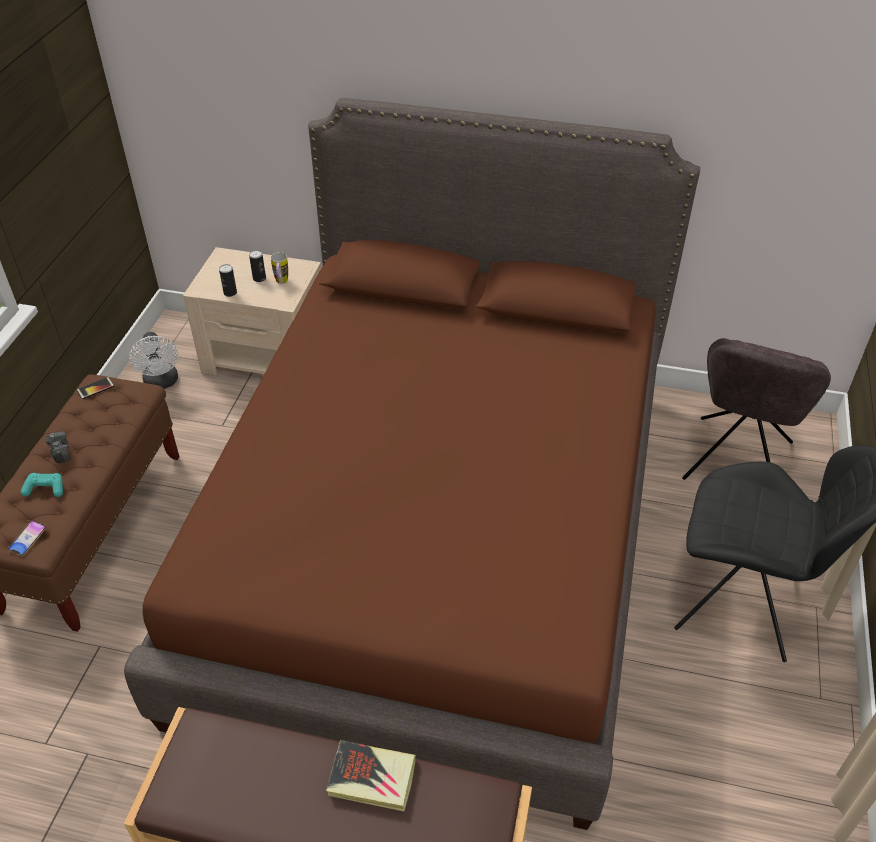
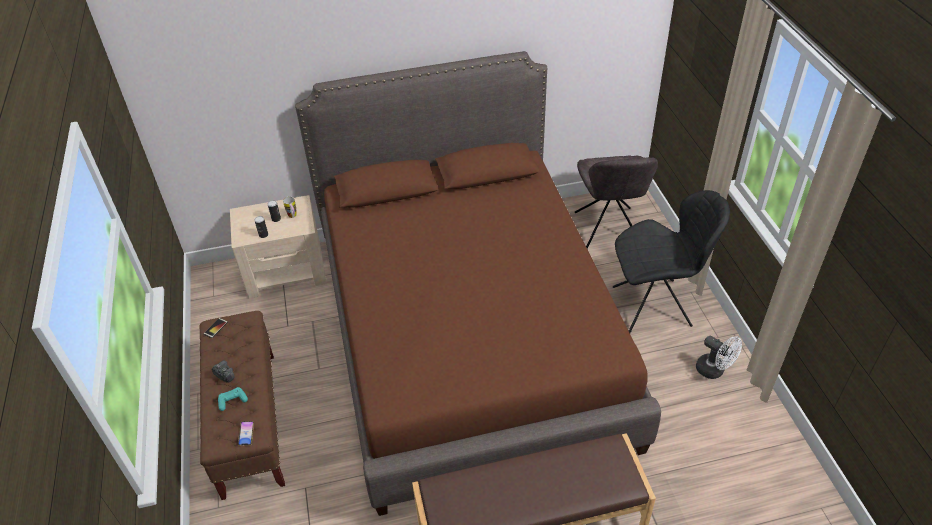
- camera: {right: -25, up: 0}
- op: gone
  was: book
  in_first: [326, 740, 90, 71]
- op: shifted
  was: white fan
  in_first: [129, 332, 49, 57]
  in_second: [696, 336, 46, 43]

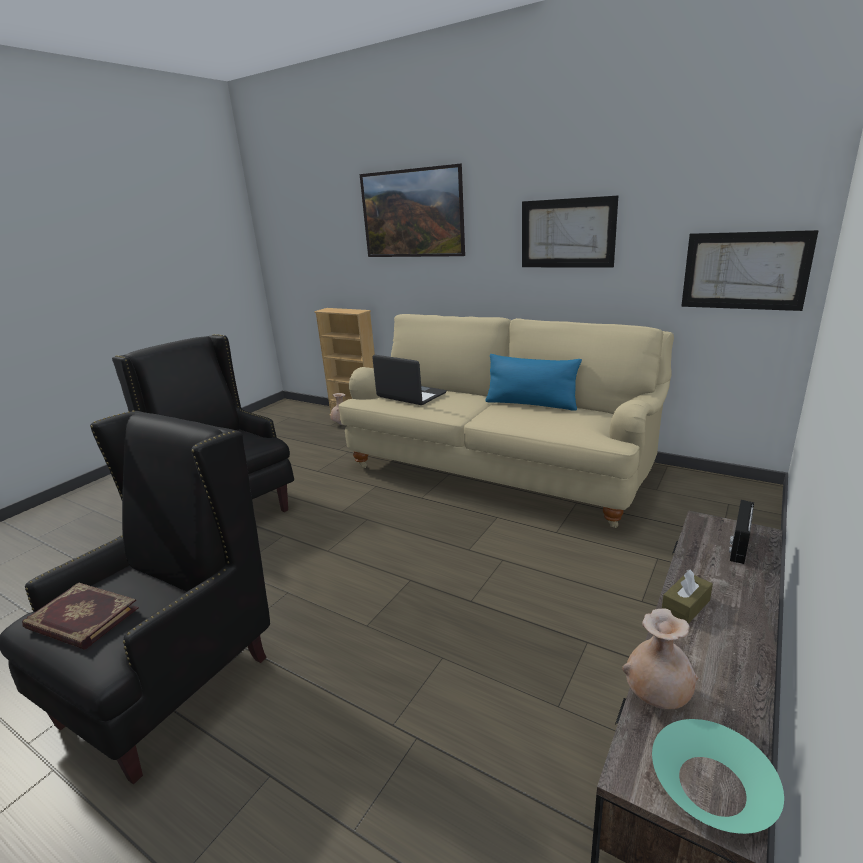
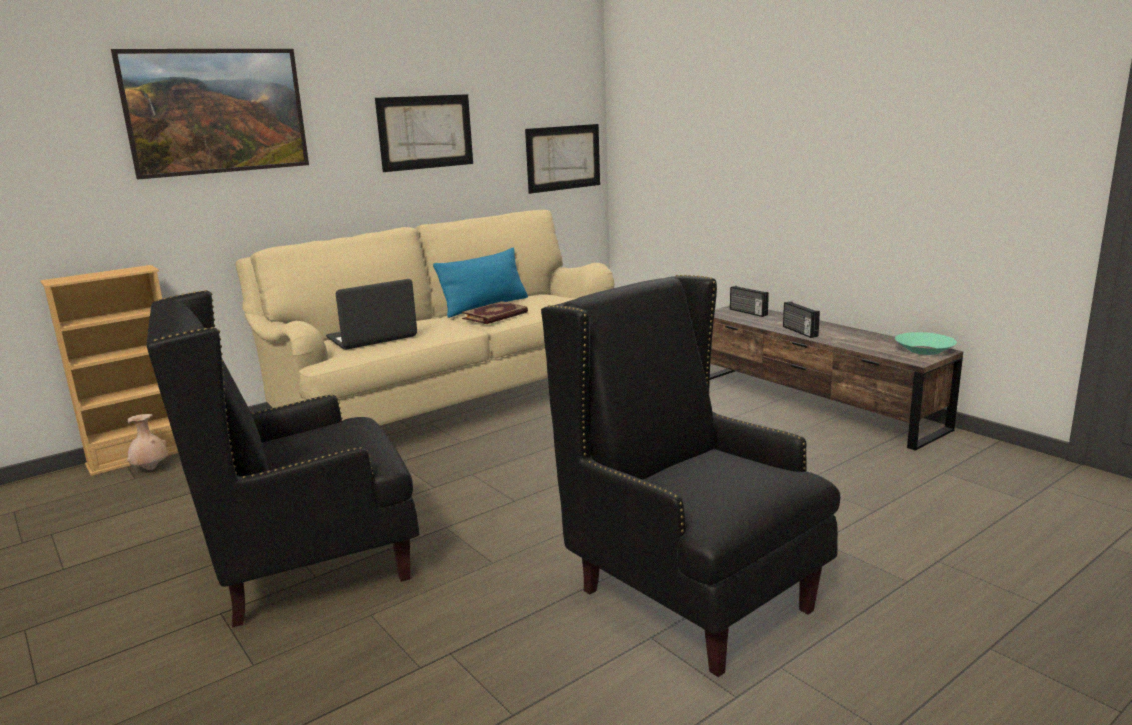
- camera: {right: -70, up: -5}
- op: gone
  was: beige vase
  in_first: [622, 608, 77, 101]
- op: shifted
  was: book
  in_first: [22, 582, 117, 68]
  in_second: [462, 301, 66, 23]
- op: swapped
  was: brown tissue box
  now: radio
  in_first: [662, 570, 51, 54]
  in_second: [783, 301, 37, 37]

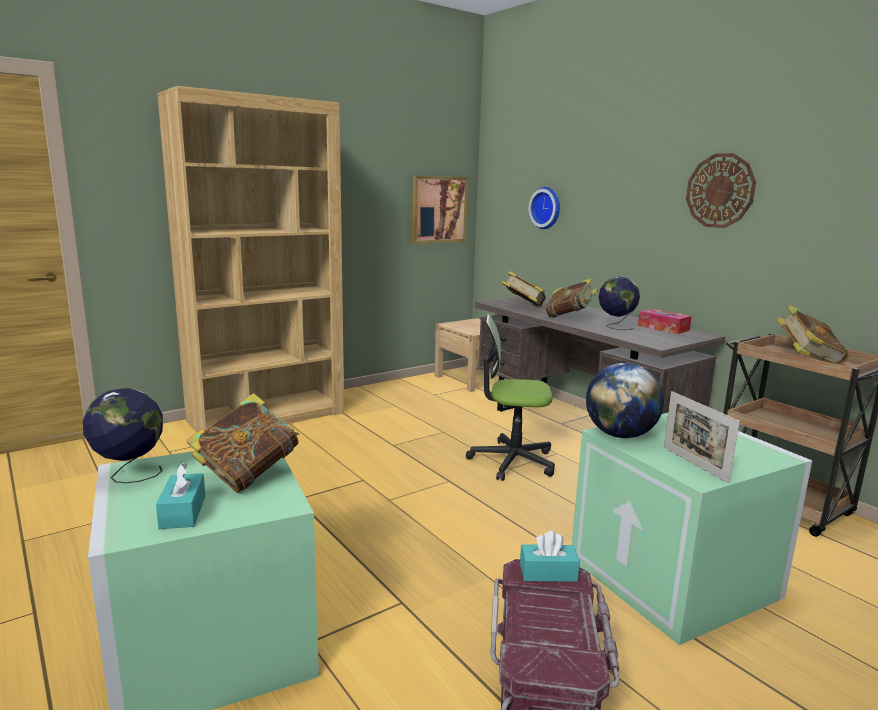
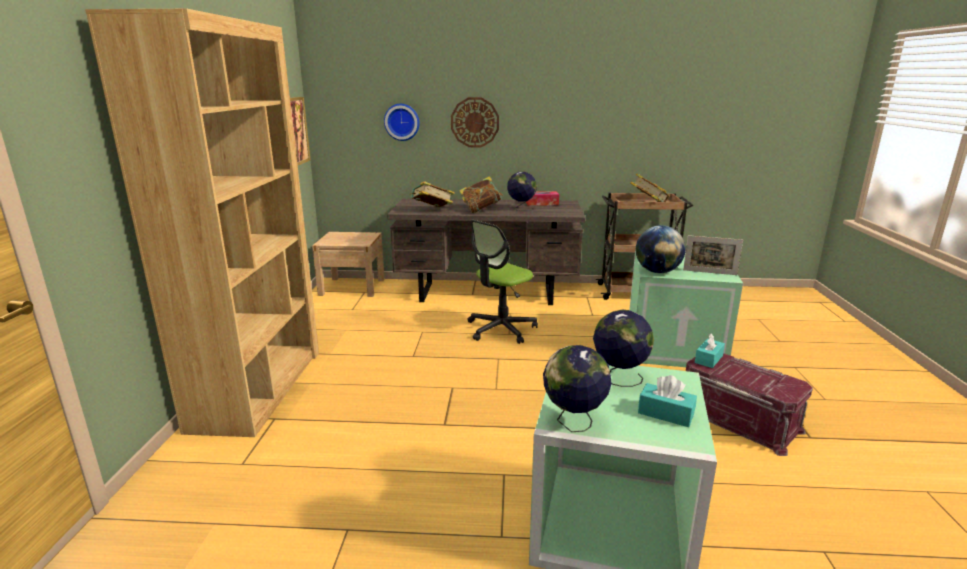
- camera: {right: -50, up: 5}
- op: shifted
  was: wall clock
  in_first: [686, 153, 70, 75]
  in_second: [451, 97, 48, 50]
- op: swapped
  was: book
  now: globe
  in_first: [186, 393, 113, 100]
  in_second: [593, 310, 61, 77]

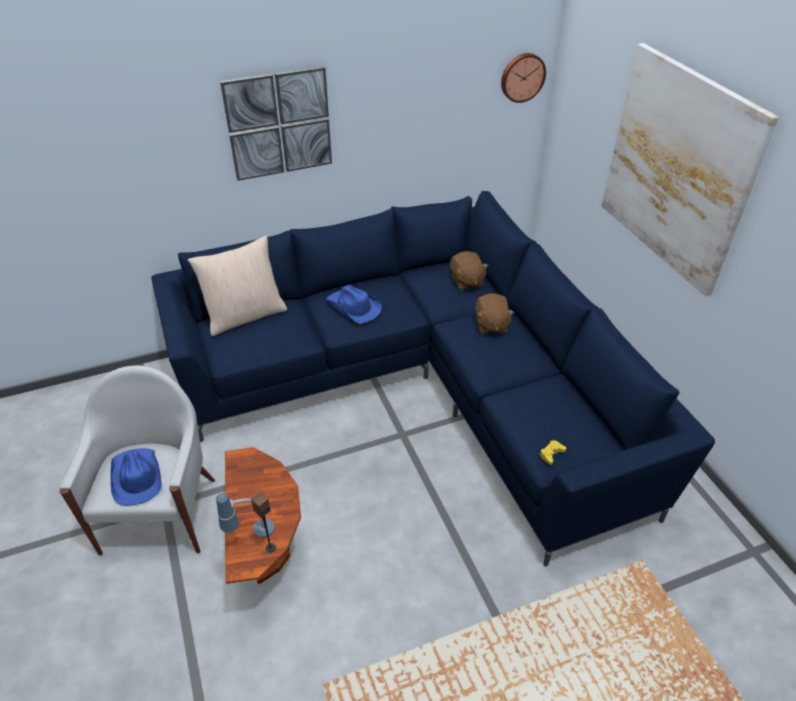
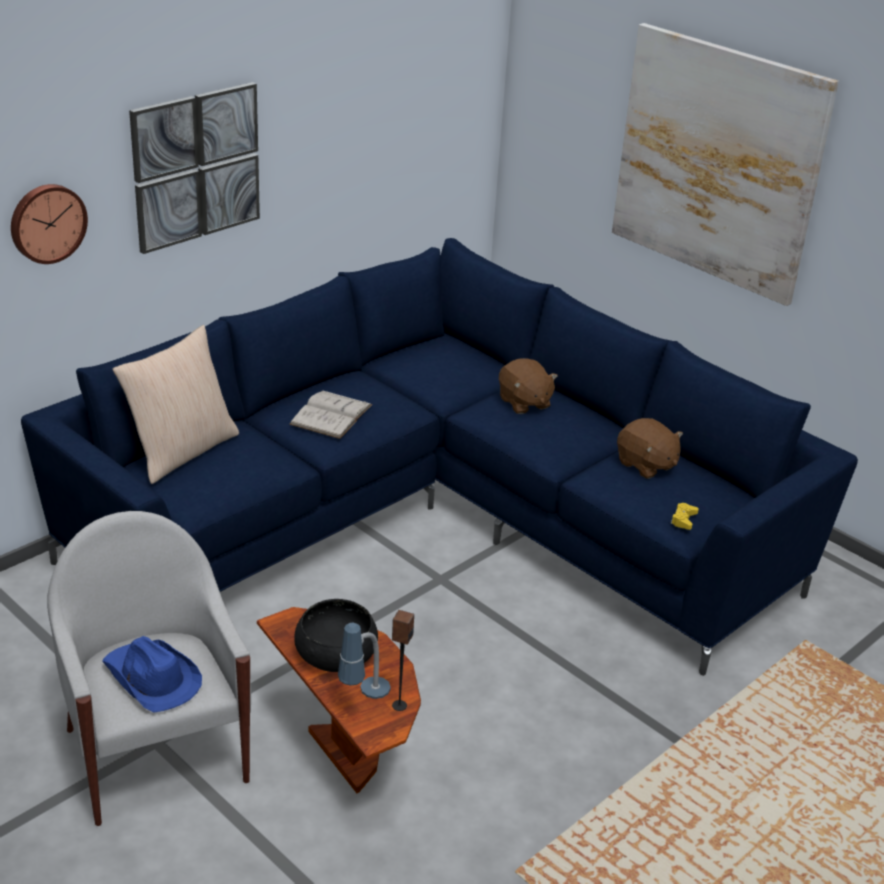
- camera: {right: -25, up: -10}
- op: new
  now: black bowl
  in_second: [294, 599, 84, 73]
- op: shifted
  was: brown plush toy
  in_first: [450, 251, 39, 39]
  in_second: [617, 418, 66, 61]
- op: shifted
  was: wall clock
  in_first: [501, 53, 45, 50]
  in_second: [11, 184, 77, 80]
- op: swapped
  was: blue hat
  now: white book
  in_first: [326, 285, 56, 39]
  in_second: [289, 391, 84, 48]

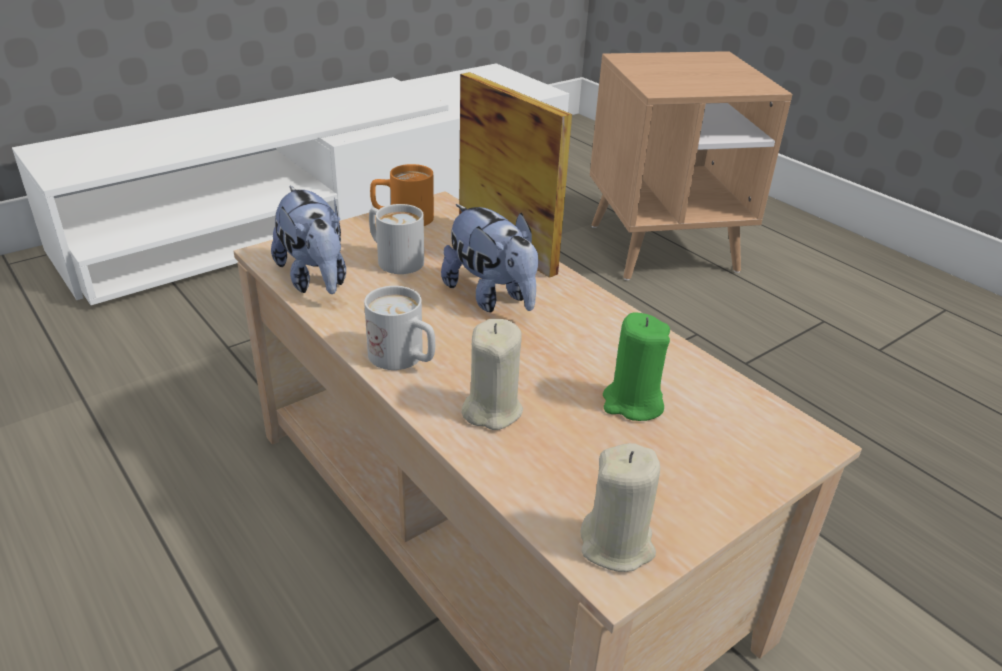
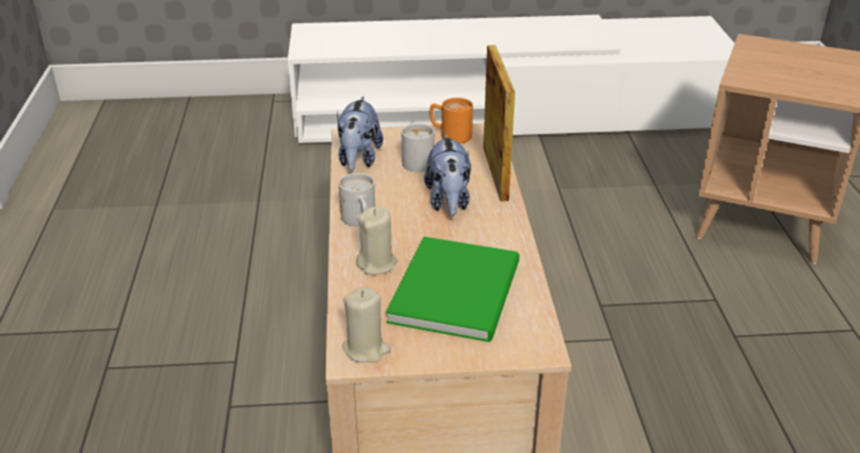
- camera: {right: 35, up: 0}
- op: swapped
  was: green candle
  now: green book
  in_first: [603, 312, 67, 109]
  in_second: [386, 237, 133, 105]

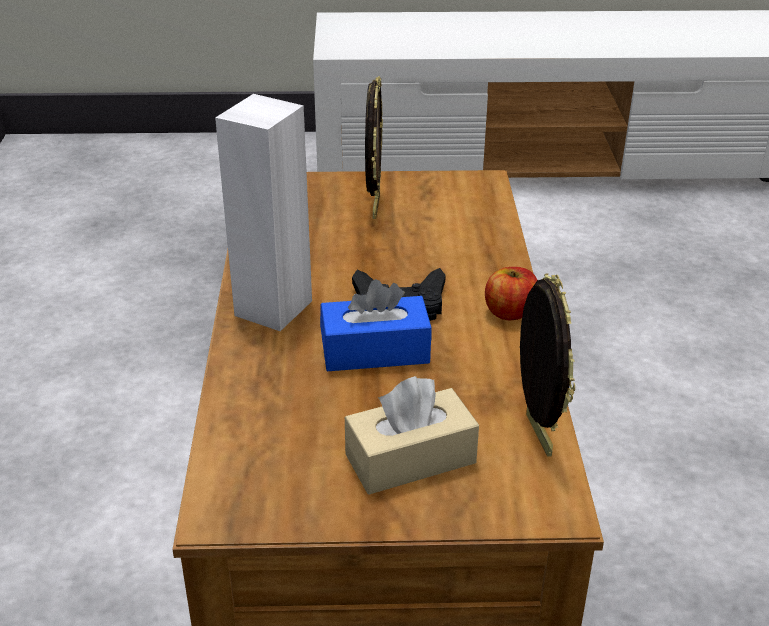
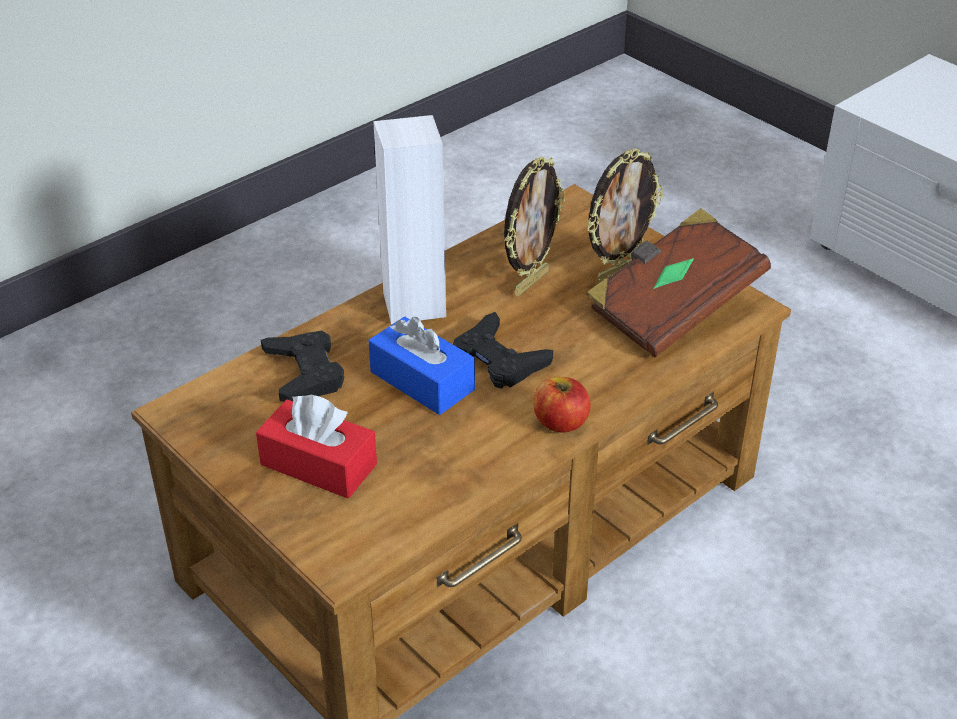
- camera: {right: 50, up: 5}
- op: new
  now: black game controller
  in_second: [261, 330, 84, 72]
- op: new
  now: brown book
  in_second: [586, 208, 185, 150]
- op: shifted
  was: picture frame
  in_first: [520, 273, 55, 183]
  in_second: [504, 157, 61, 139]
- op: repainted
  was: beige tissue box
  now: red tissue box
  in_first: [345, 376, 134, 118]
  in_second: [256, 395, 121, 104]

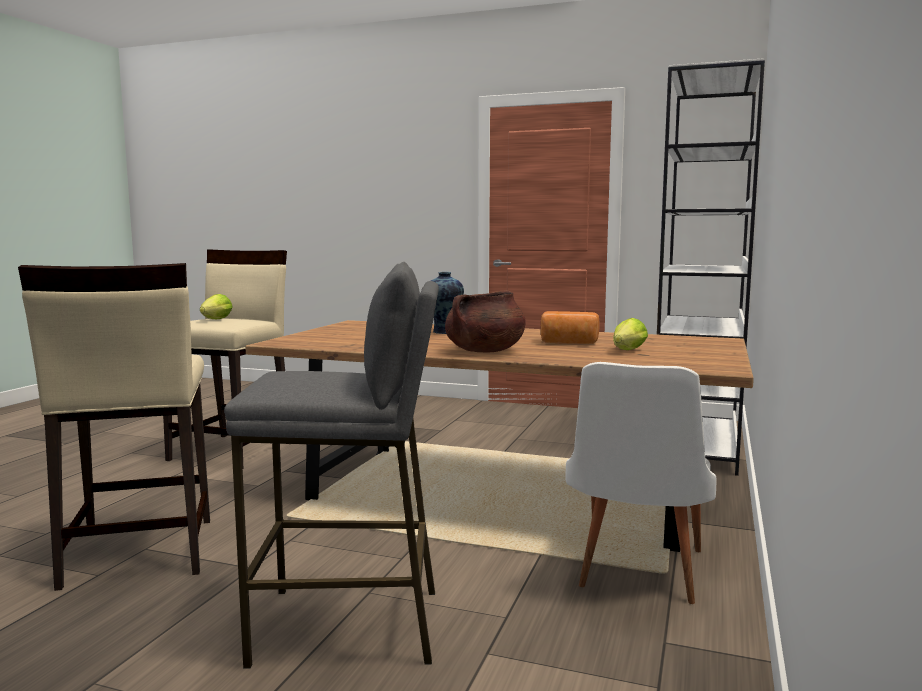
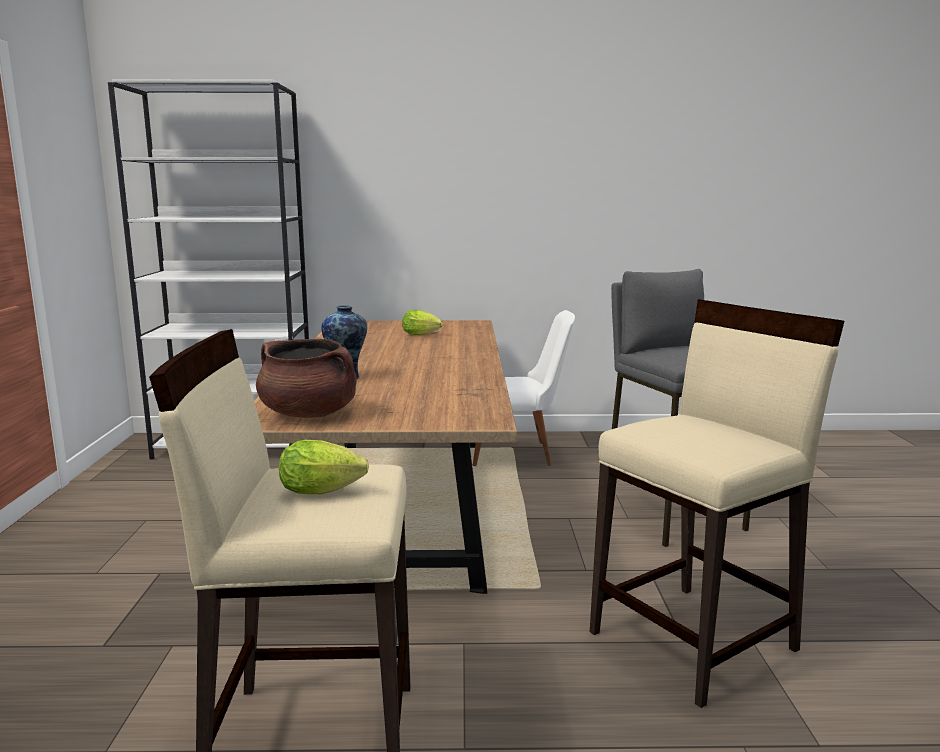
- camera: {right: -110, up: 5}
- op: gone
  was: bread
  in_first: [541, 311, 59, 33]
- op: shifted
  was: brown cooking pot
  in_first: [445, 290, 81, 62]
  in_second: [256, 339, 101, 79]

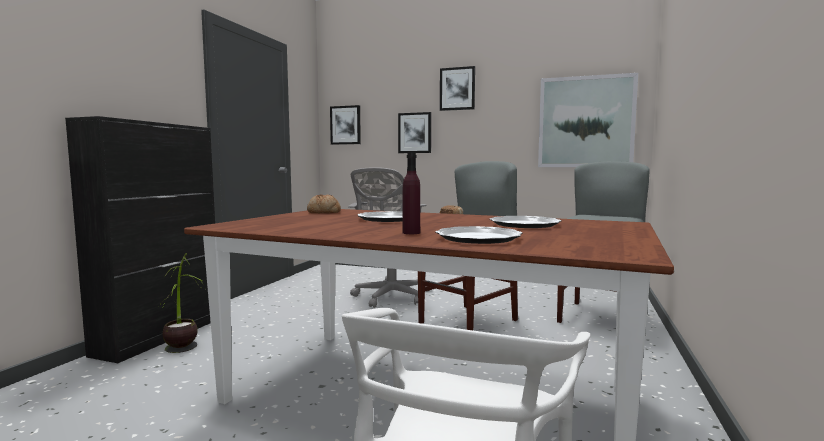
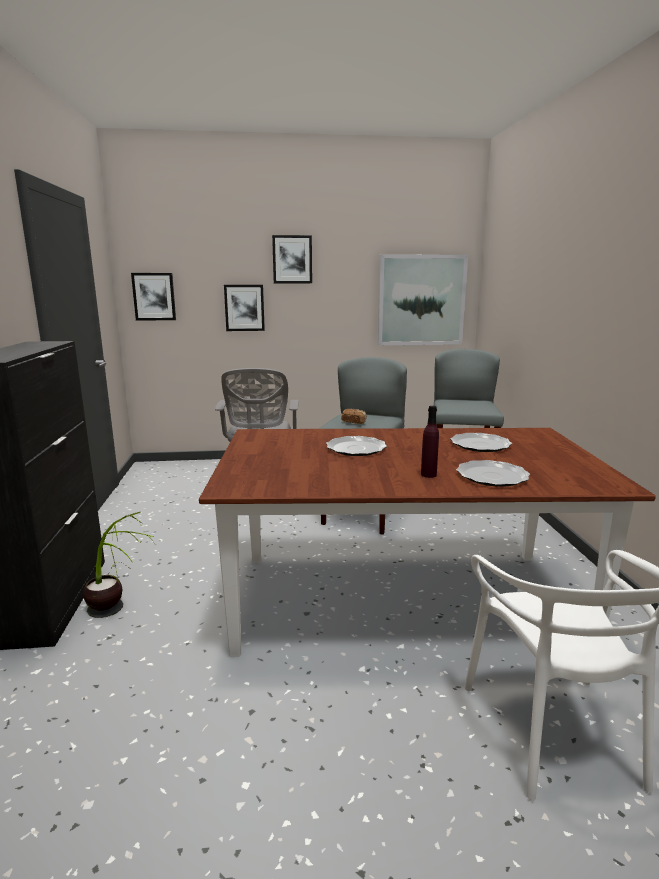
- camera: {right: -25, up: 10}
- op: gone
  was: bread
  in_first: [307, 194, 34, 19]

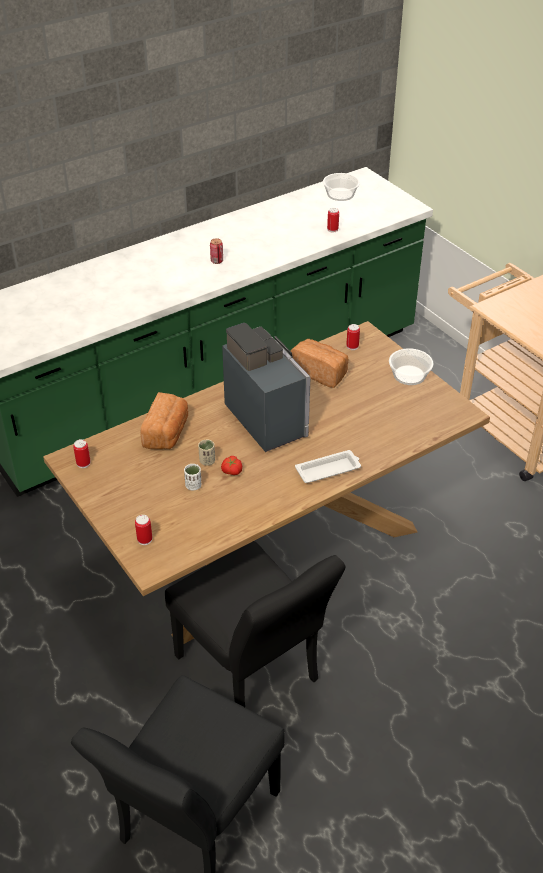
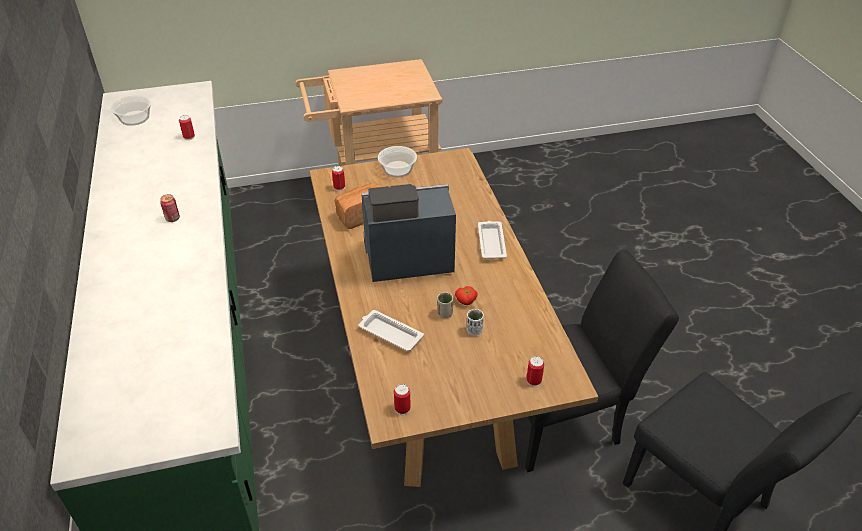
- camera: {right: -70, up: 0}
- op: swapped
  was: bread
  now: white tray
  in_first: [140, 392, 48, 57]
  in_second: [358, 310, 66, 41]

